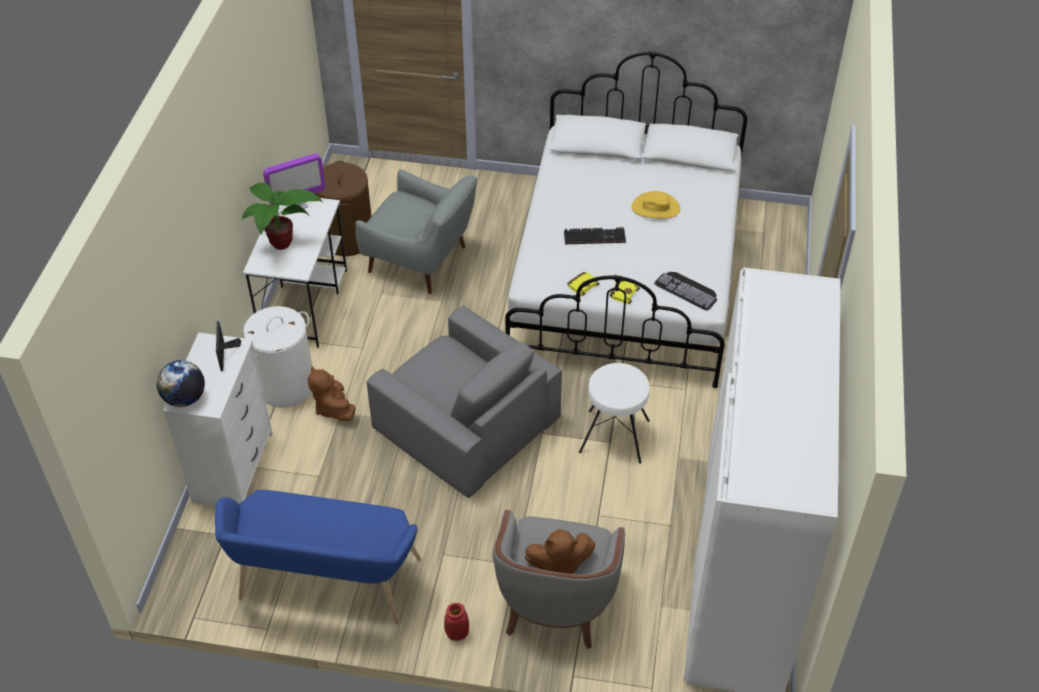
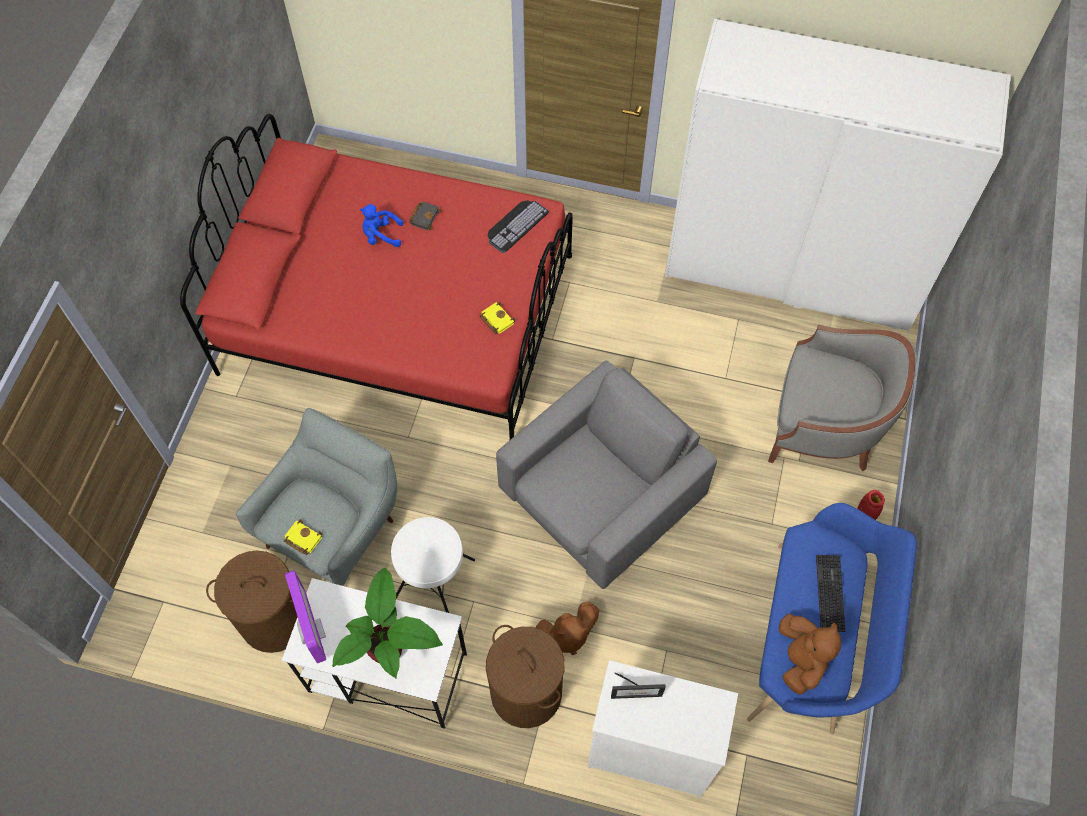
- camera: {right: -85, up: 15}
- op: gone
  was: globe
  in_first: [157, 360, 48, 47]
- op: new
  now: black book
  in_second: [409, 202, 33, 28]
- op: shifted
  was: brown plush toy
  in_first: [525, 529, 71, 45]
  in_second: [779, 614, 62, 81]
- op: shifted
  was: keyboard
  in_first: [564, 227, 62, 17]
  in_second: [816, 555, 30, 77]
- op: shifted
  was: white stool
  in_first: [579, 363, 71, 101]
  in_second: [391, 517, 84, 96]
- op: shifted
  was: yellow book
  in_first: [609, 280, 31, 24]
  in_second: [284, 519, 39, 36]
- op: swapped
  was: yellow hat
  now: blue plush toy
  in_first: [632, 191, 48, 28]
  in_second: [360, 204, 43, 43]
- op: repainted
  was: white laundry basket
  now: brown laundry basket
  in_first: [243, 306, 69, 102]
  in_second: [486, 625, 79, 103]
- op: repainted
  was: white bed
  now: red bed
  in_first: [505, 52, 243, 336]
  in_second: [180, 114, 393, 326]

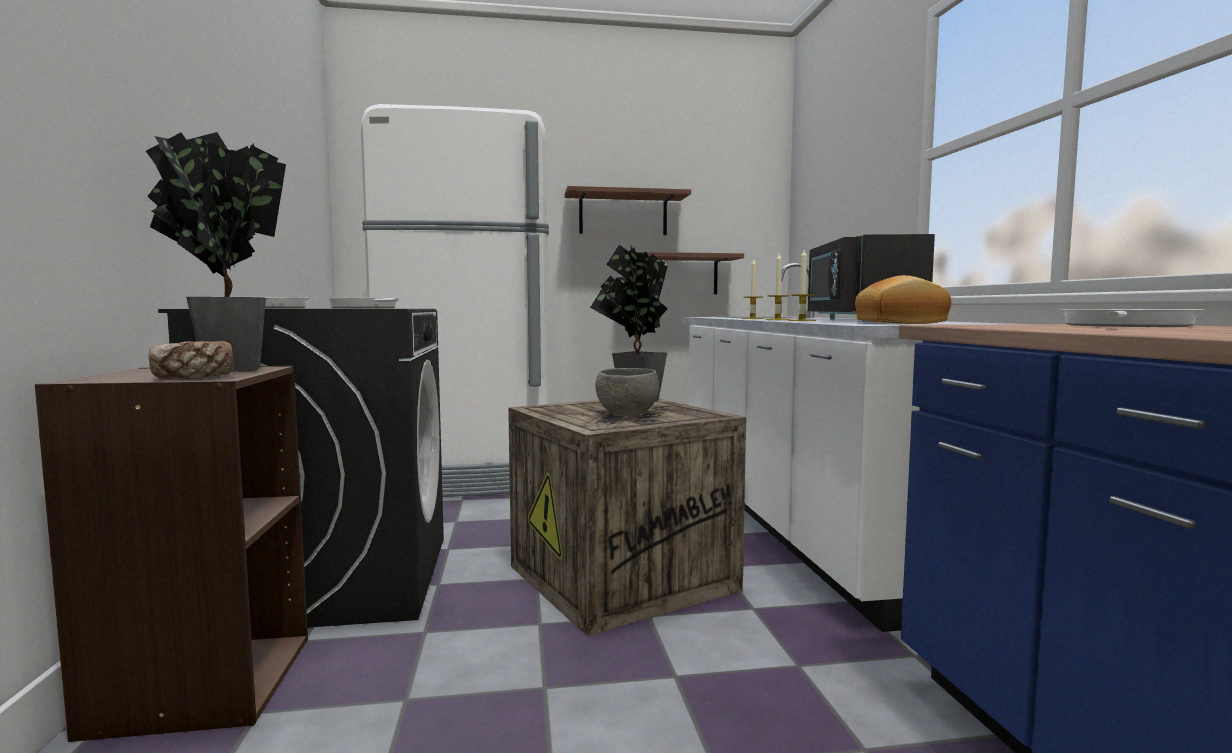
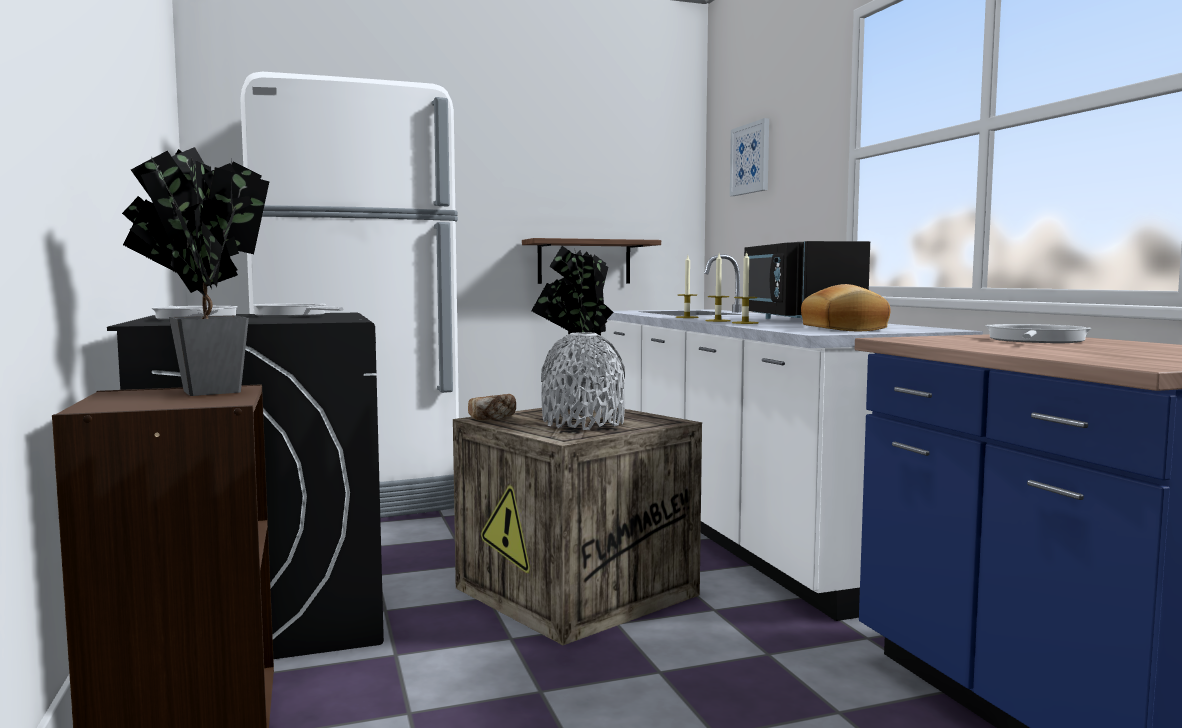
- camera: {right: -10, up: 0}
- op: gone
  was: shelf
  in_first: [564, 186, 127, 49]
- op: new
  now: picture
  in_second: [730, 118, 39, 78]
- op: shifted
  was: bread
  in_first: [148, 341, 86, 38]
  in_second: [468, 394, 48, 26]
- op: swapped
  was: grey bowl
  now: grey vase
  in_first: [596, 368, 63, 48]
  in_second: [541, 332, 84, 98]

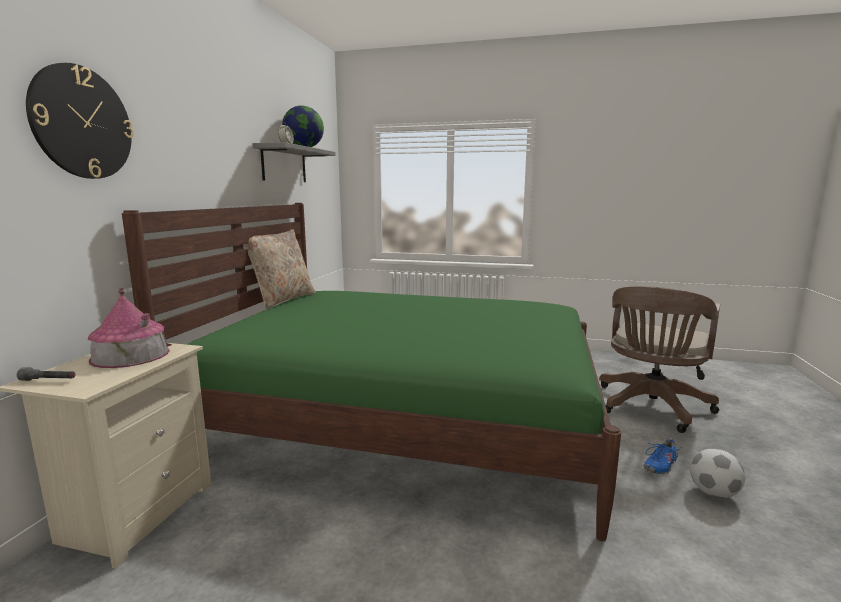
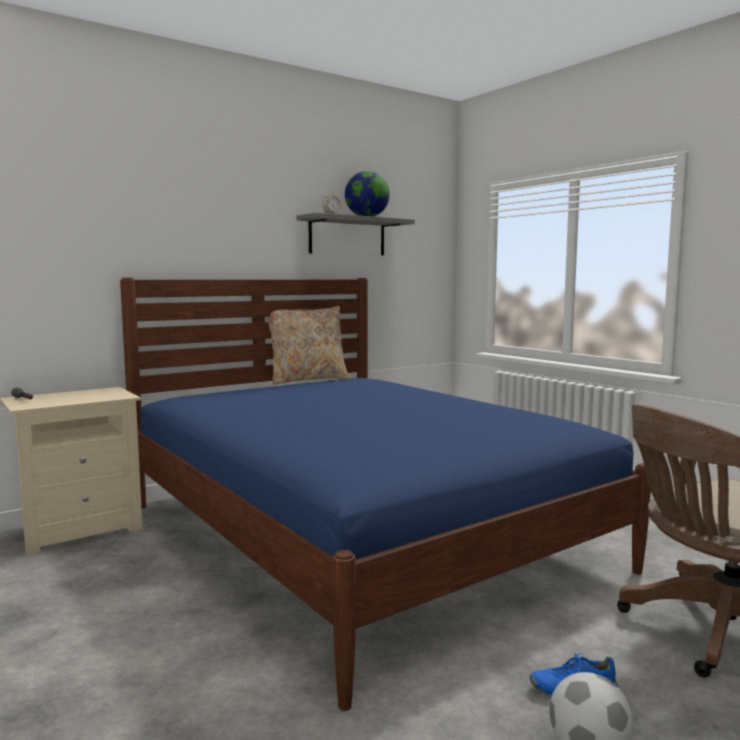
- camera: {right: 40, up: -5}
- op: gone
  was: wall clock
  in_first: [26, 63, 108, 116]
- op: gone
  was: toy house
  in_first: [88, 288, 84, 80]
- op: repainted
  was: green bed
  now: blue bed
  in_first: [122, 203, 499, 338]
  in_second: [120, 278, 531, 433]

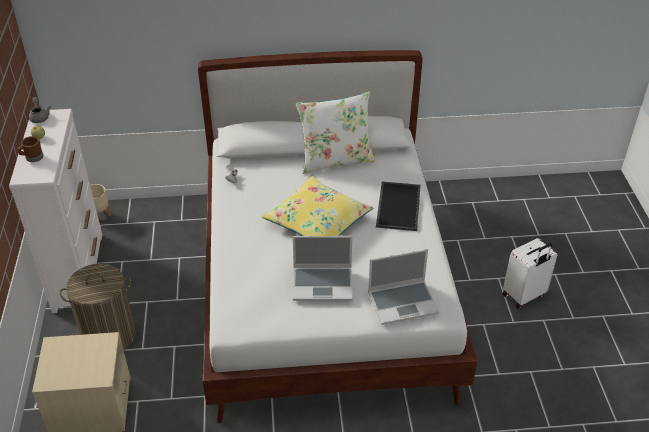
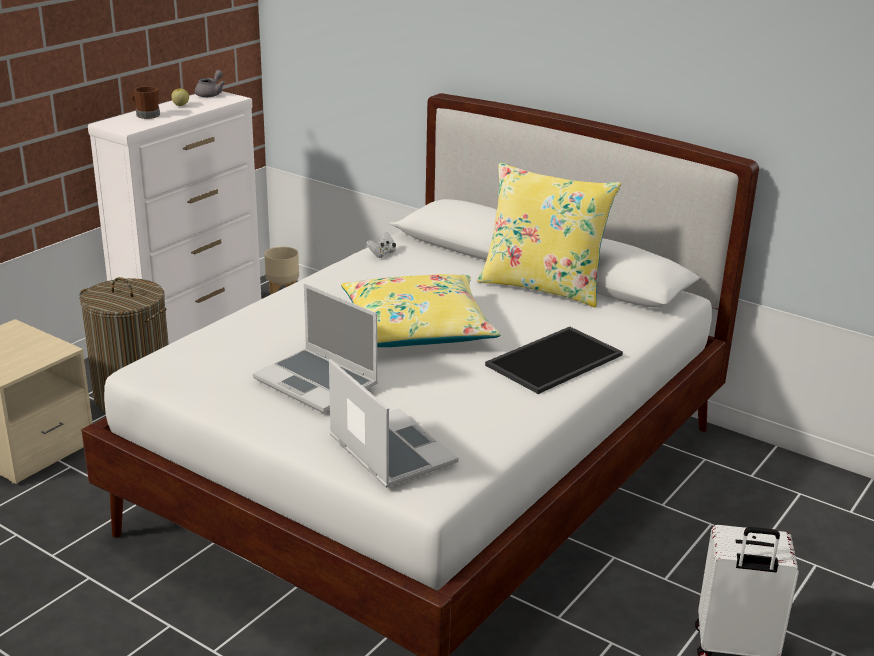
- camera: {right: 40, up: -15}
- op: repainted
  was: white pillow
  now: yellow pillow
  in_first: [295, 91, 80, 83]
  in_second: [477, 162, 144, 145]
- op: rotated
  was: laptop
  in_first: [368, 249, 71, 76]
  in_second: [329, 359, 130, 129]
  clockwise: -150

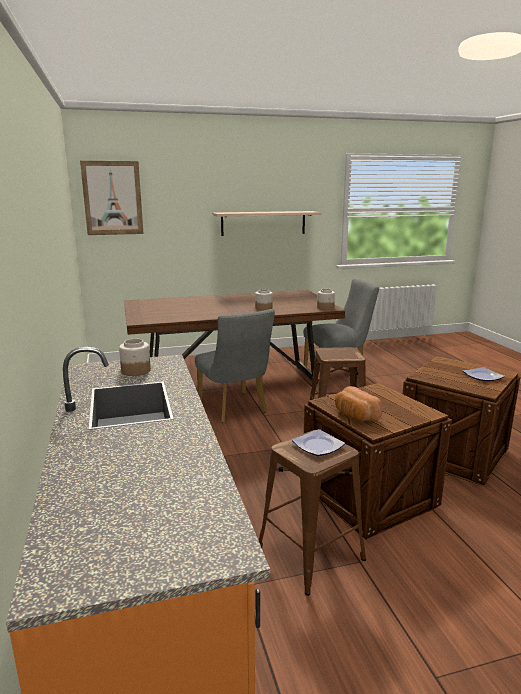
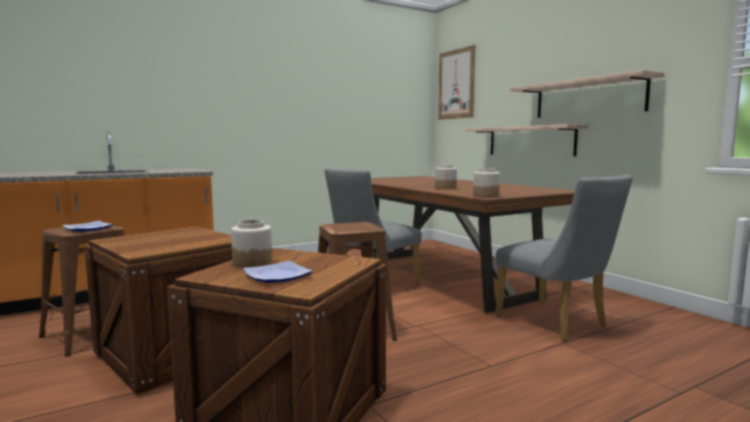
- camera: {right: 75, up: -10}
- op: gone
  was: bread
  in_first: [335, 386, 48, 35]
- op: new
  now: shelf
  in_second: [465, 124, 123, 33]
- op: shifted
  was: jar
  in_first: [119, 339, 32, 37]
  in_second: [231, 220, 41, 48]

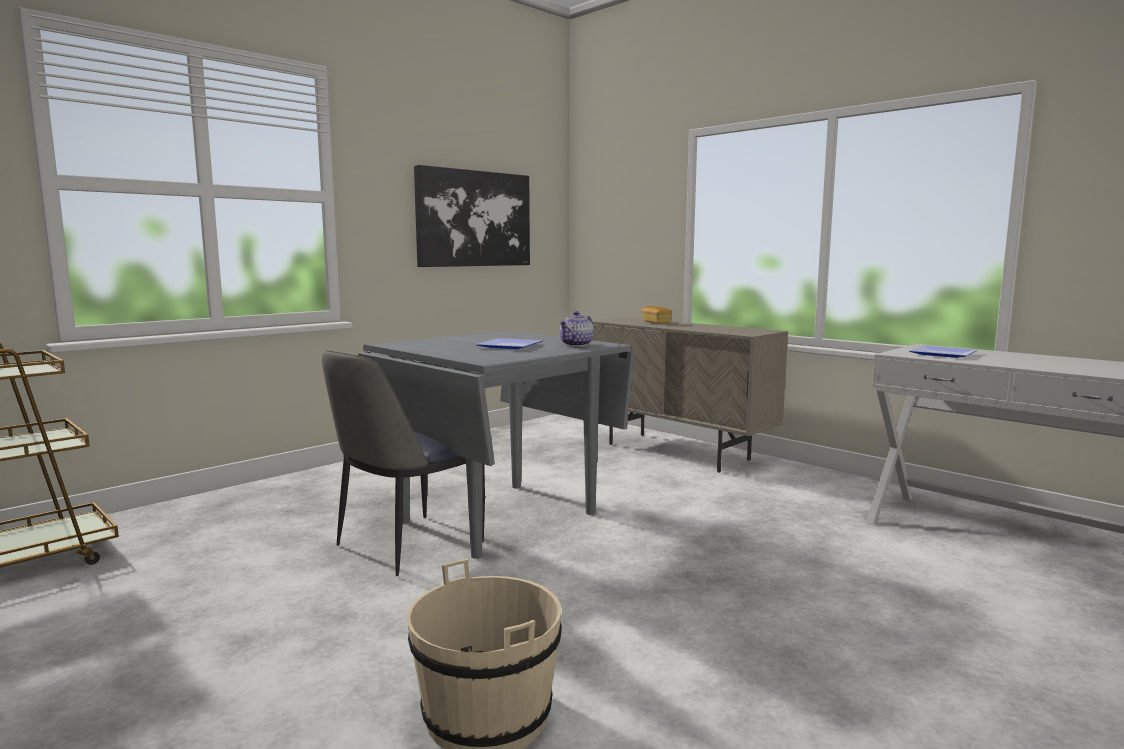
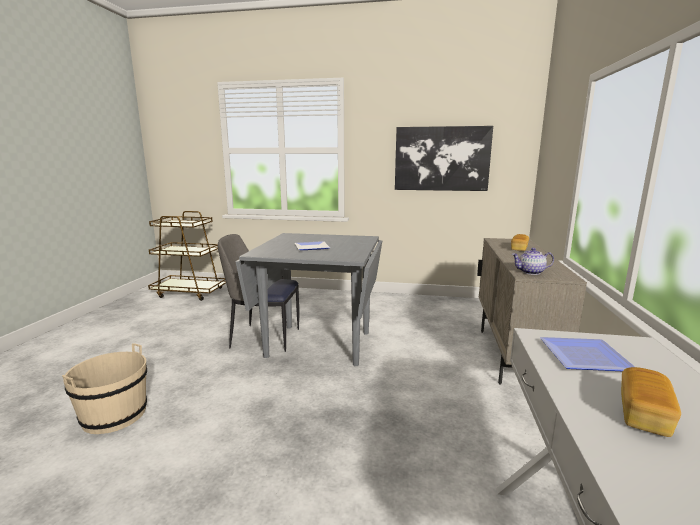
- camera: {right: 55, up: 5}
- op: new
  now: bread
  in_second: [621, 367, 60, 70]
- op: shifted
  was: teapot
  in_first: [559, 311, 35, 35]
  in_second: [511, 248, 43, 27]

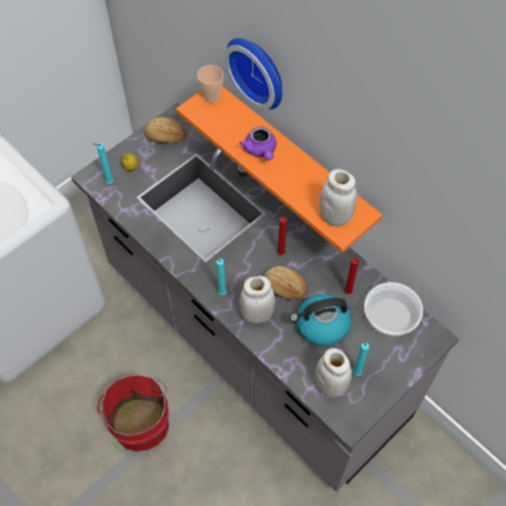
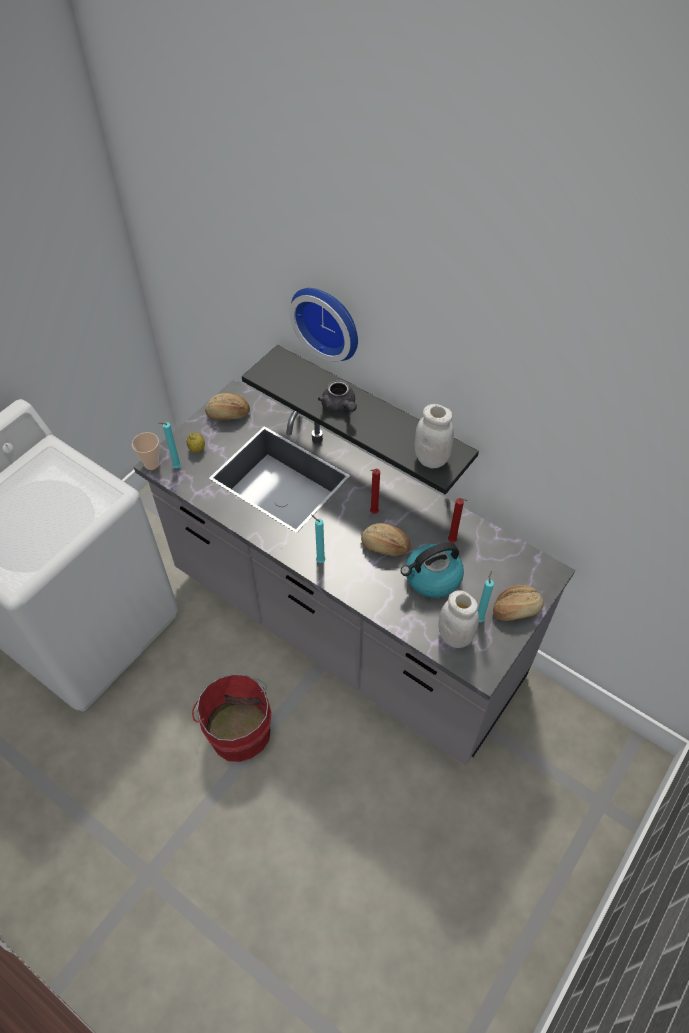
- camera: {right: -10, up: -5}
- op: gone
  was: white jar
  in_first: [239, 276, 36, 48]
- op: gone
  was: bowl
  in_first: [364, 282, 59, 55]
- op: new
  now: bread
  in_second: [493, 585, 51, 36]
- op: shifted
  was: cup
  in_first: [197, 65, 26, 38]
  in_second: [132, 432, 28, 38]
- op: repainted
  was: orange shelf
  now: black shelf
  in_first: [176, 86, 206, 167]
  in_second: [242, 345, 237, 150]
- op: repainted
  was: purple teapot
  now: grey teapot
  in_first: [239, 126, 38, 34]
  in_second: [318, 380, 39, 32]

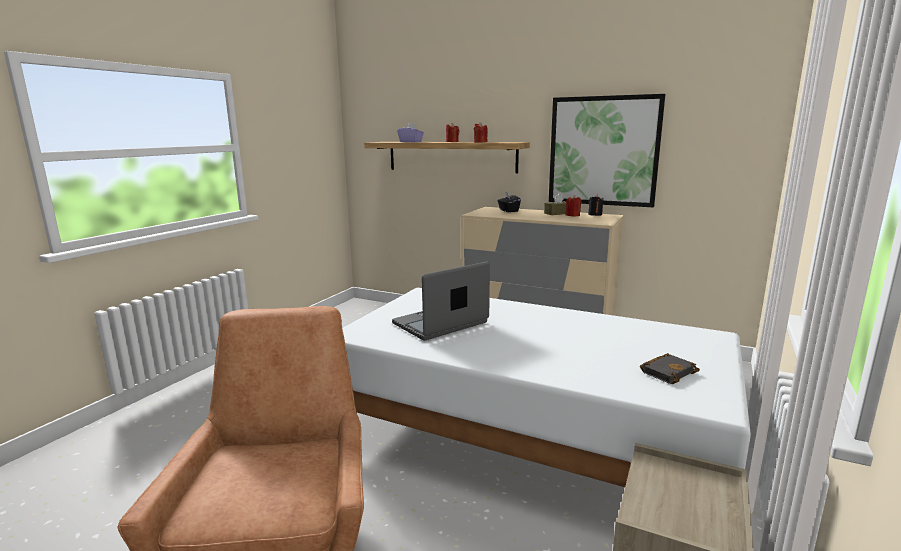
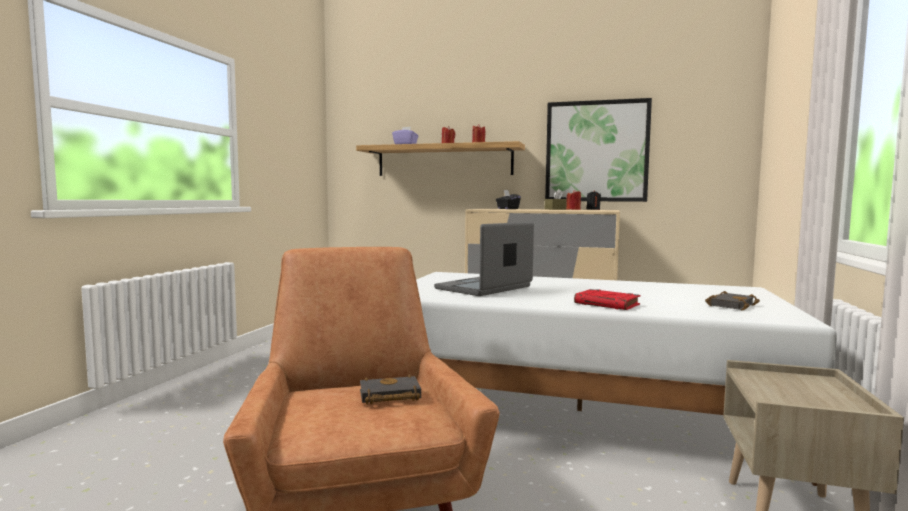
- camera: {right: -10, up: -10}
- op: new
  now: black book
  in_second: [360, 374, 61, 31]
- op: new
  now: red book
  in_second: [574, 289, 66, 21]

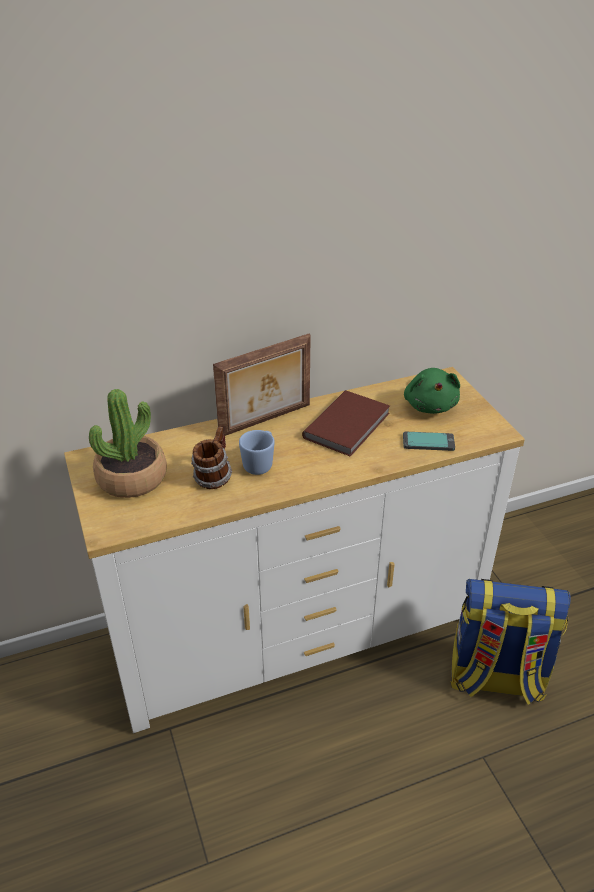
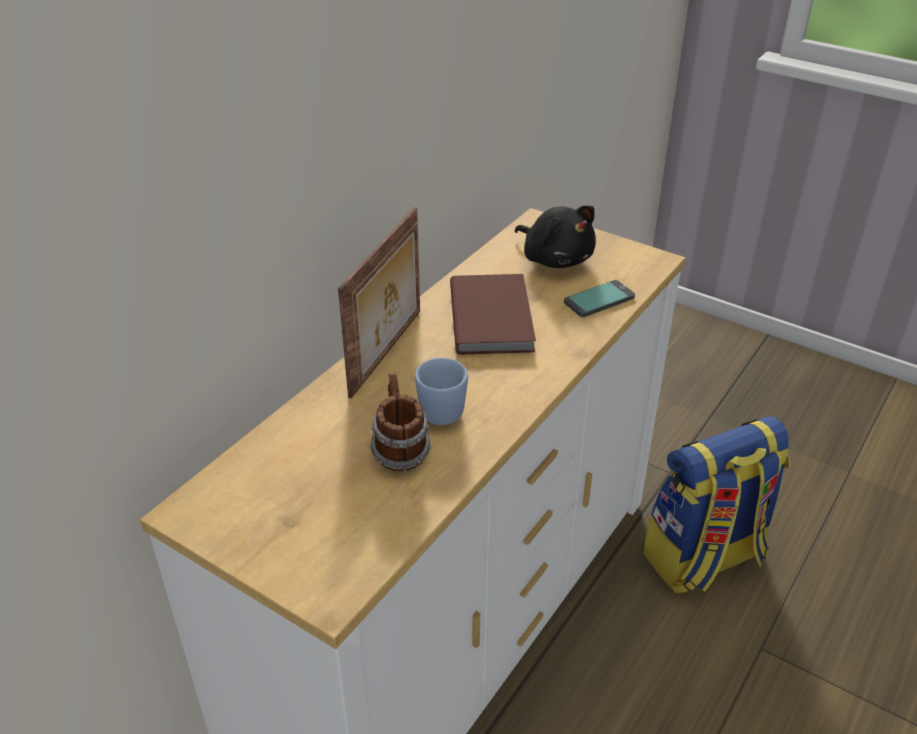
- camera: {right: -35, up: 0}
- op: gone
  was: potted plant
  in_first: [89, 389, 78, 109]
- op: repainted
  was: green plush toy
  now: black plush toy
  in_first: [404, 368, 56, 46]
  in_second: [515, 205, 81, 63]

